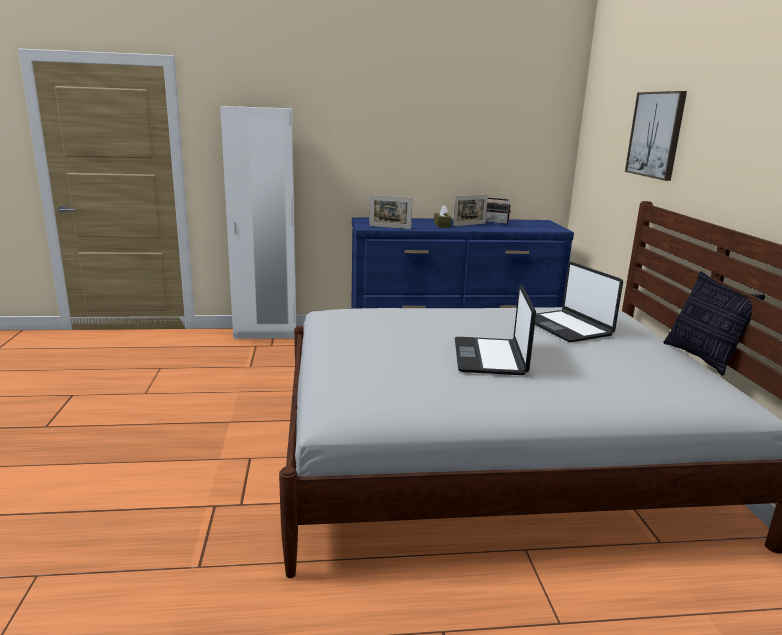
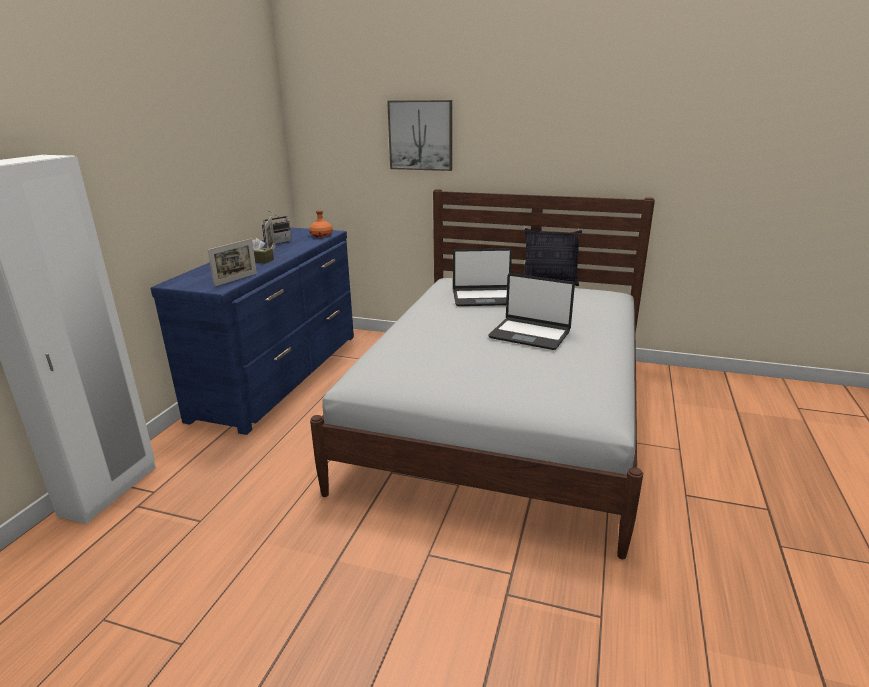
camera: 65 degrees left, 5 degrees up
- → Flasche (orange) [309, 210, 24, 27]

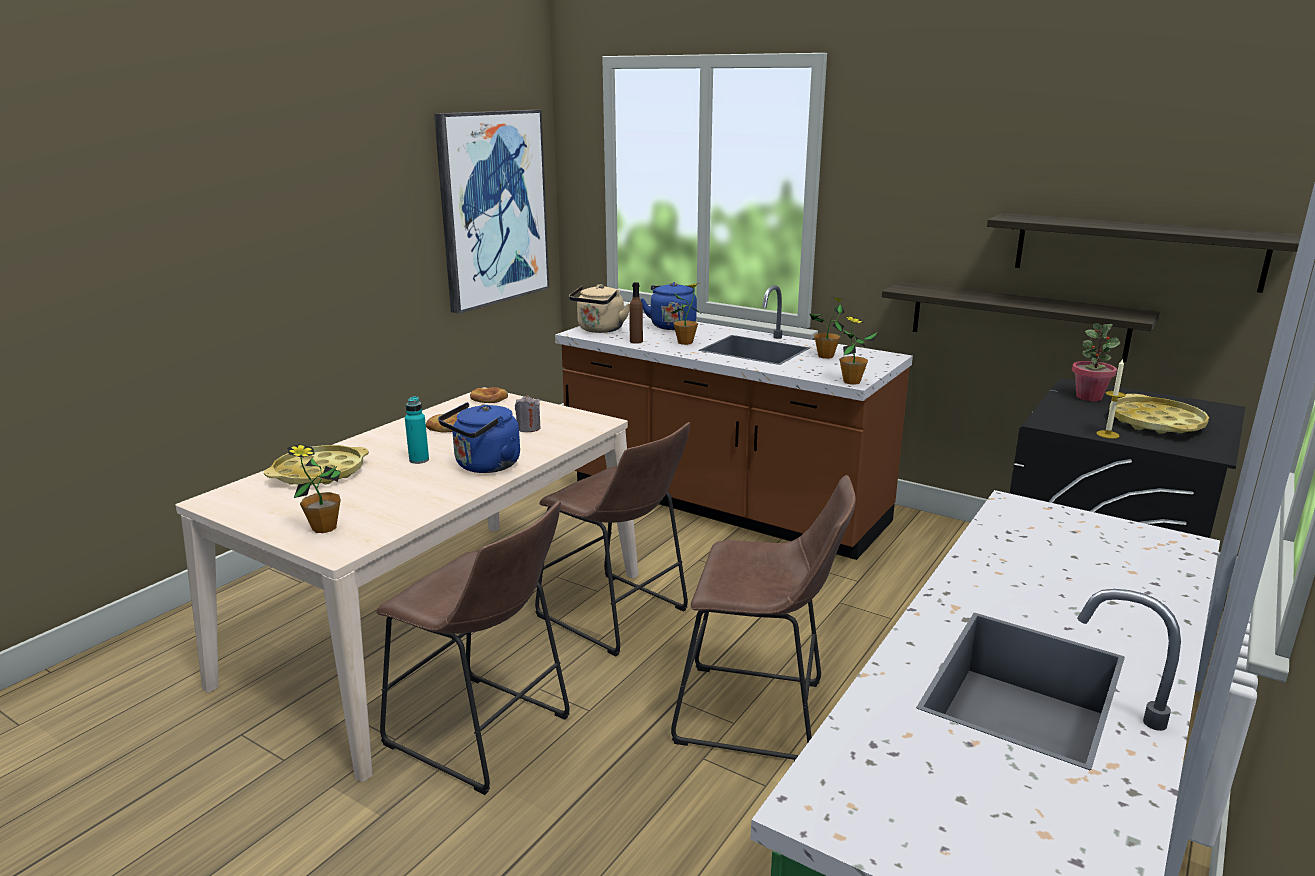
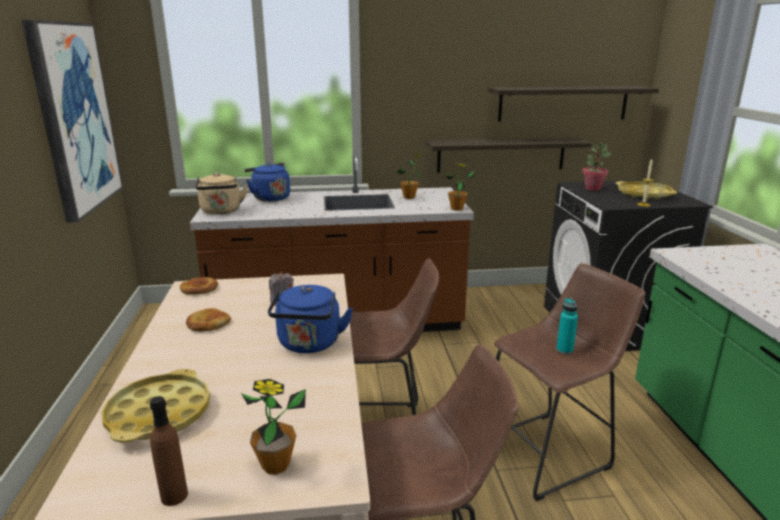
camera: 40 degrees left, 0 degrees up
Topfpflanze [671, 283, 30, 62] → -
Flasche (türkis) [405, 396, 24, 68] → Flasche (türkis) [556, 298, 22, 56], relocated
Flasche (braun) [629, 282, 14, 62] → Flasche (braun) [150, 396, 38, 110], relocated

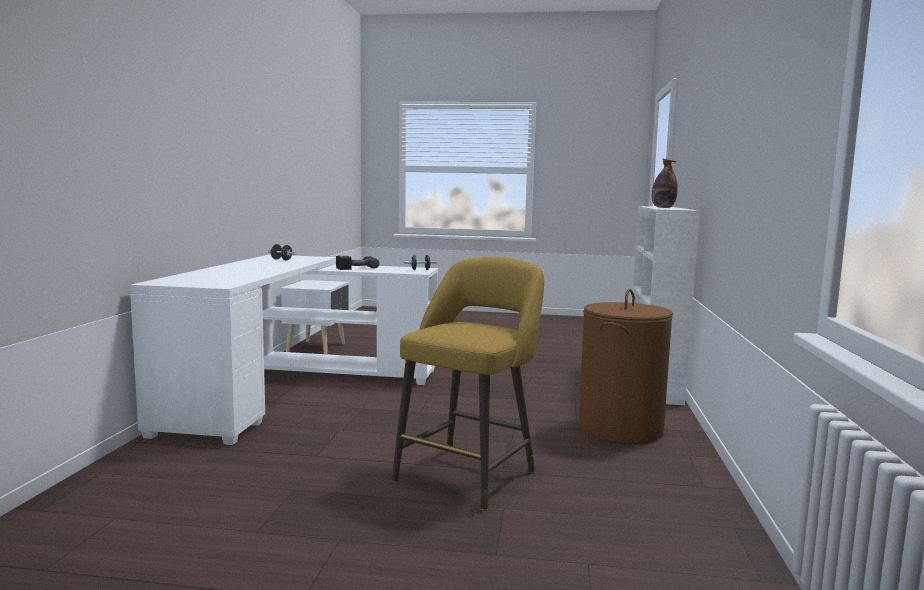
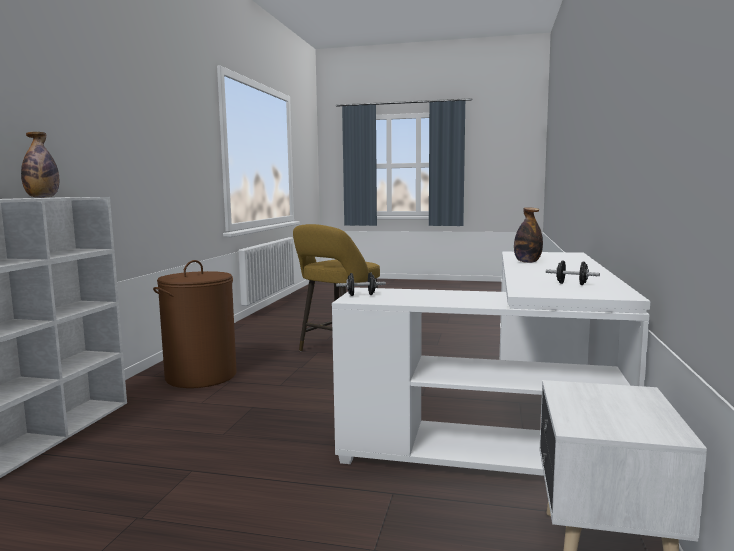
camera: 175 degrees left, 0 degrees up
Bohrmaschine [336, 256, 44, 14] → -
- → Flasche [514, 207, 29, 56]

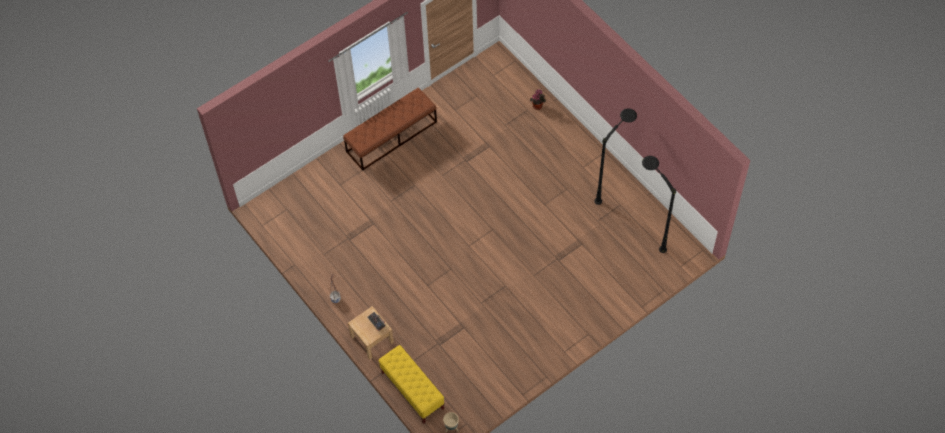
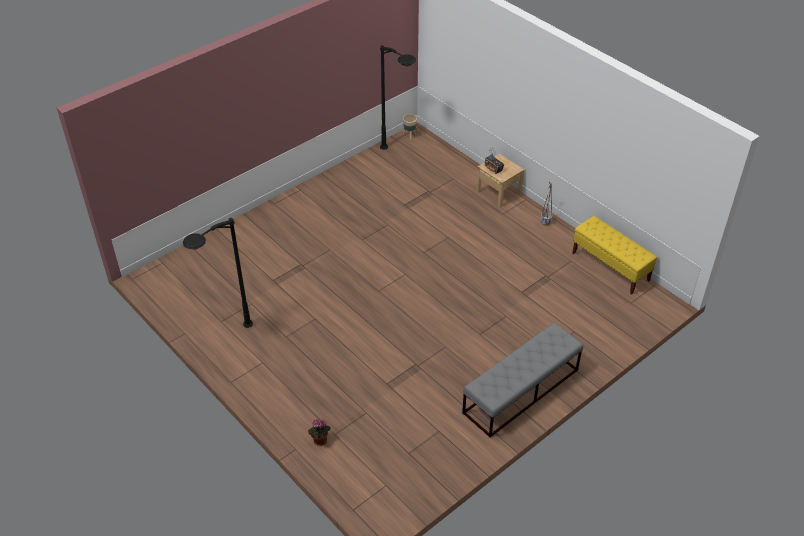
camera: 175 degrees right, 15 degrees down
Bank (gelb) [379, 345, 65, 79] → Bank (gelb) [572, 216, 85, 78], relocated
Stehlampe (schwarz) [642, 156, 34, 97] → Stehlampe (schwarz) [380, 45, 36, 105], relocated
Bank (braun) [343, 88, 94, 83] → Bank (grau) [462, 323, 121, 115]

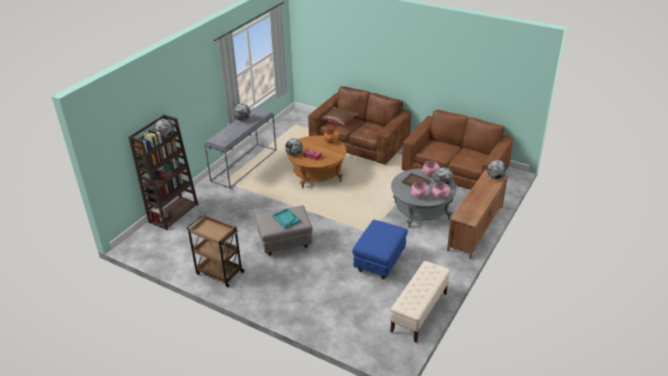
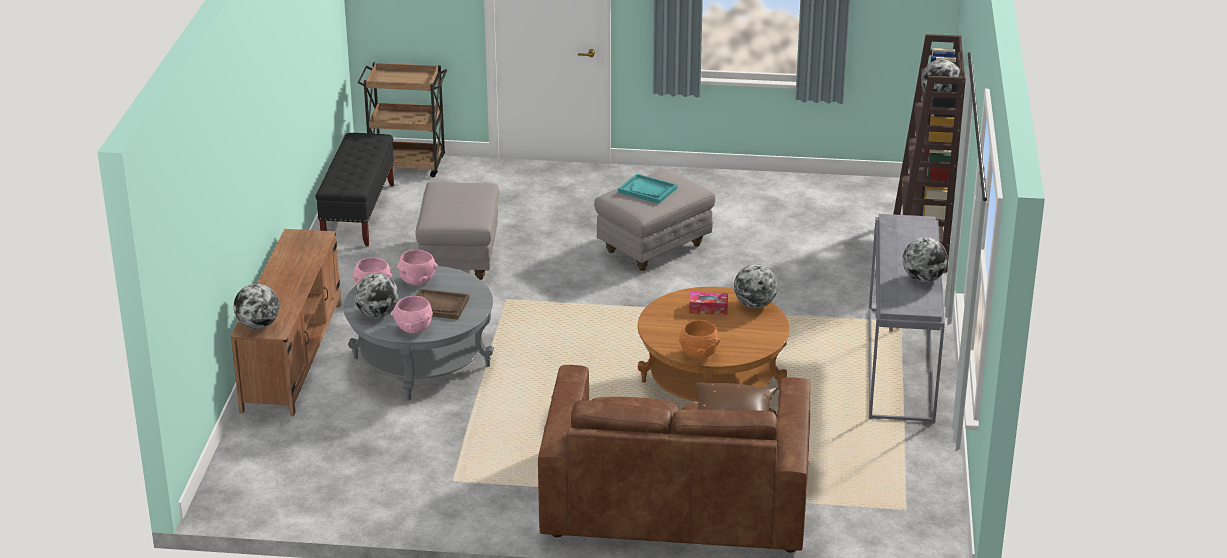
camera: 155 degrees right, 5 degrees down
Sofa (braun) [402, 109, 111, 81] → -
Rollwagen (braun) [186, 215, 59, 72] → Rollwagen (braun) [358, 62, 89, 115], relocated
Polsterhocker (blau) [352, 220, 56, 59] → Polsterhocker (grau) [416, 182, 83, 98]
Bank (beige) [390, 261, 60, 82] → Bank (schwarz) [315, 133, 79, 113]

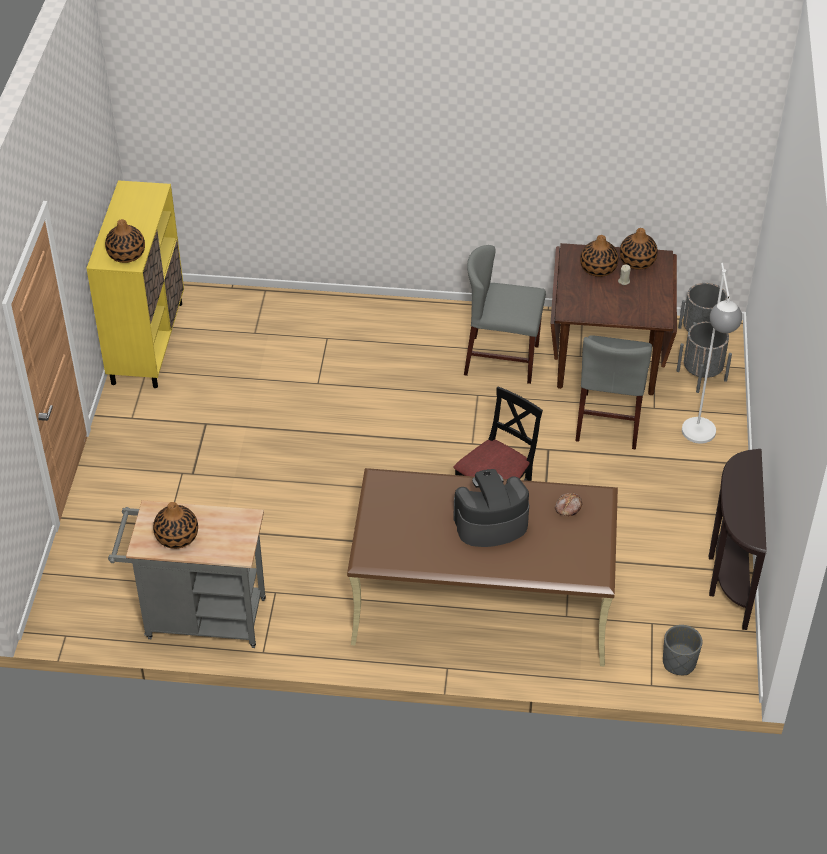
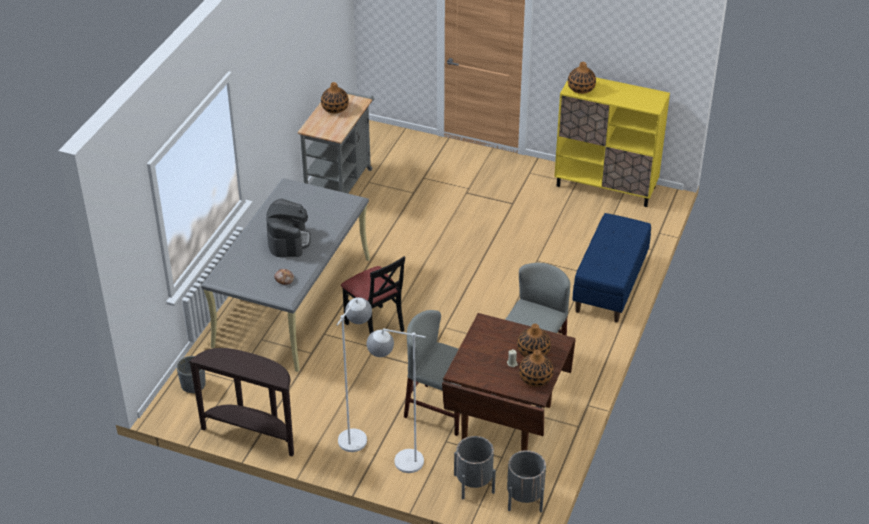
camera: 105 degrees right, 5 degrees down
- → Stehlampe (weiß) [337, 297, 35, 155]
- → Bank (blau) [572, 213, 79, 110]
Schreibtisch (braun) [347, 468, 271, 198] → Schreibtisch (grau) [201, 178, 169, 194]

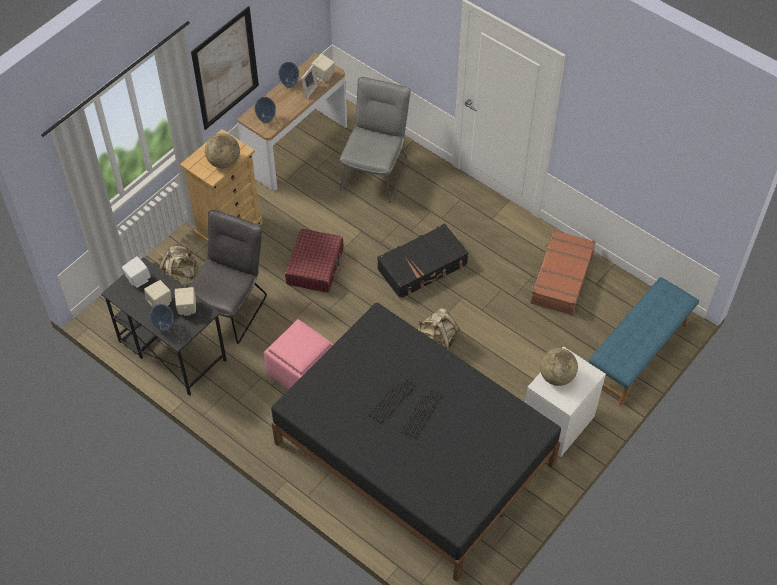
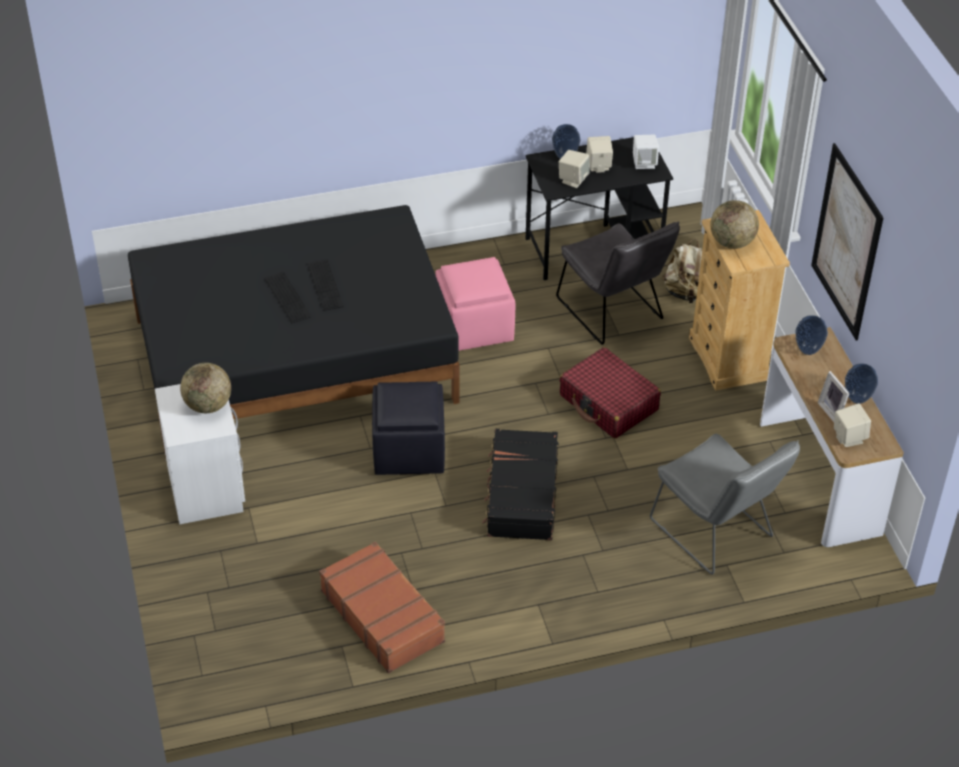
camera: 125 degrees right, 10 degrees down
Bank (blau) [588, 277, 111, 129] → -
Rucksack (beige) [417, 308, 43, 42] → Polsterhocker (schwarz) [372, 381, 73, 94]

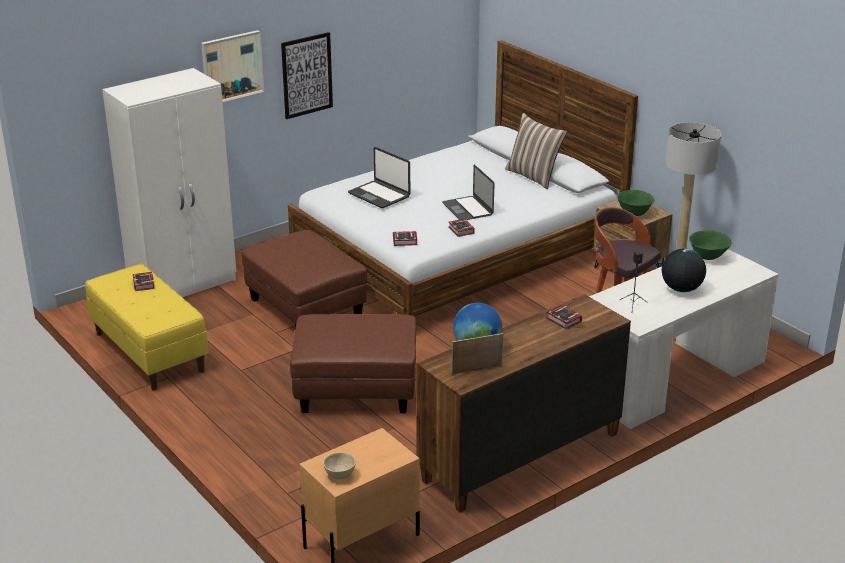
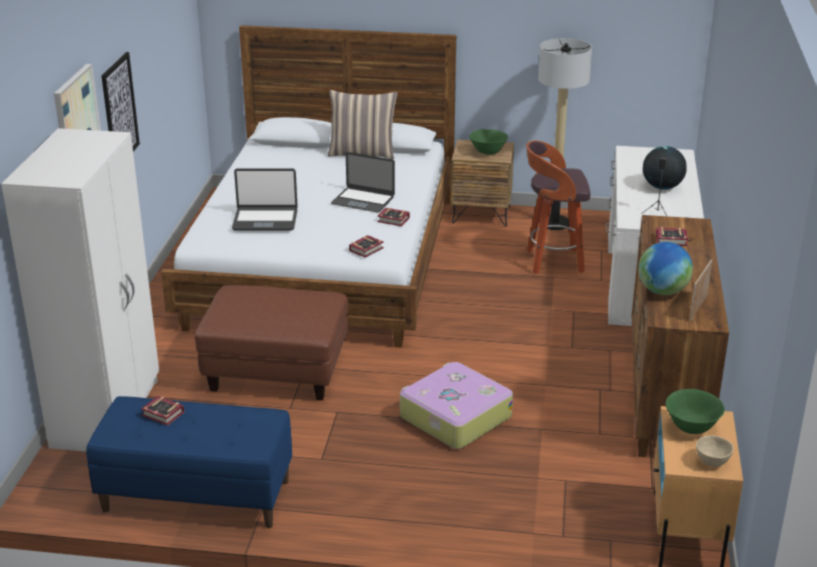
camera: 45 degrees left, 0 degrees up
Schüssel (grün) [689, 230, 42, 30] → Schüssel (grün) [666, 389, 59, 45], relocated
Polsterhocker (braun) [290, 314, 126, 99] → Koffer [400, 362, 113, 87]
Bank (gelb) [85, 264, 123, 126] → Bank (blau) [86, 396, 206, 132]

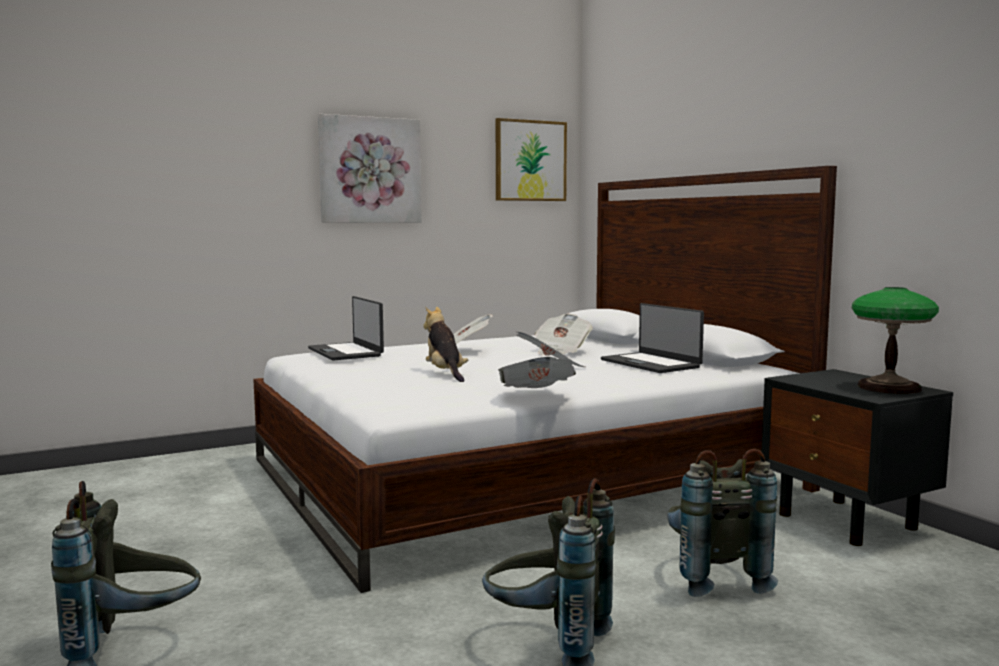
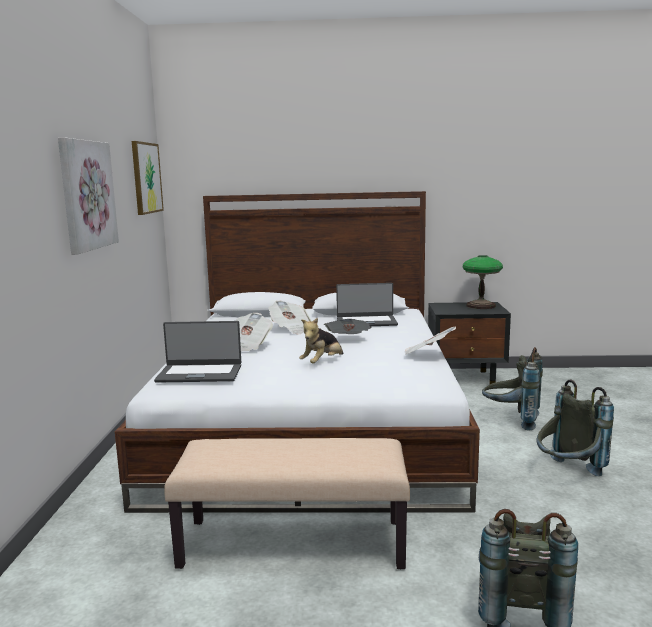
camera: 60 degrees left, 5 degrees up
- → Bank (beige) [164, 438, 246, 131]
Plüschtier [423, 307, 45, 75] → Plüschtier [299, 318, 44, 45], 60 degrees counterclockwise

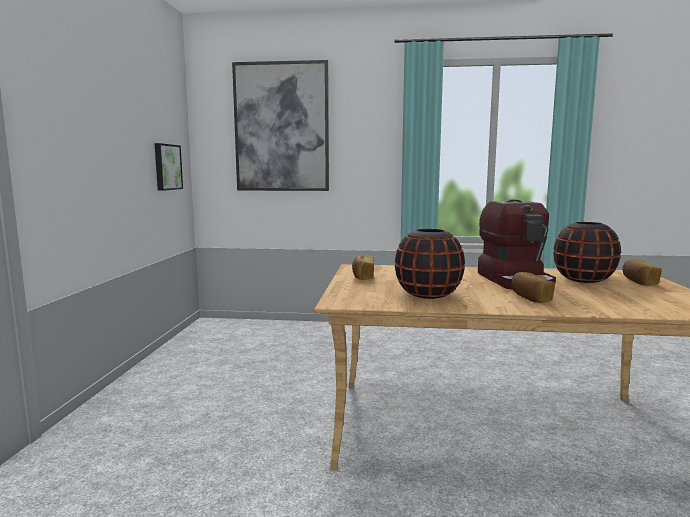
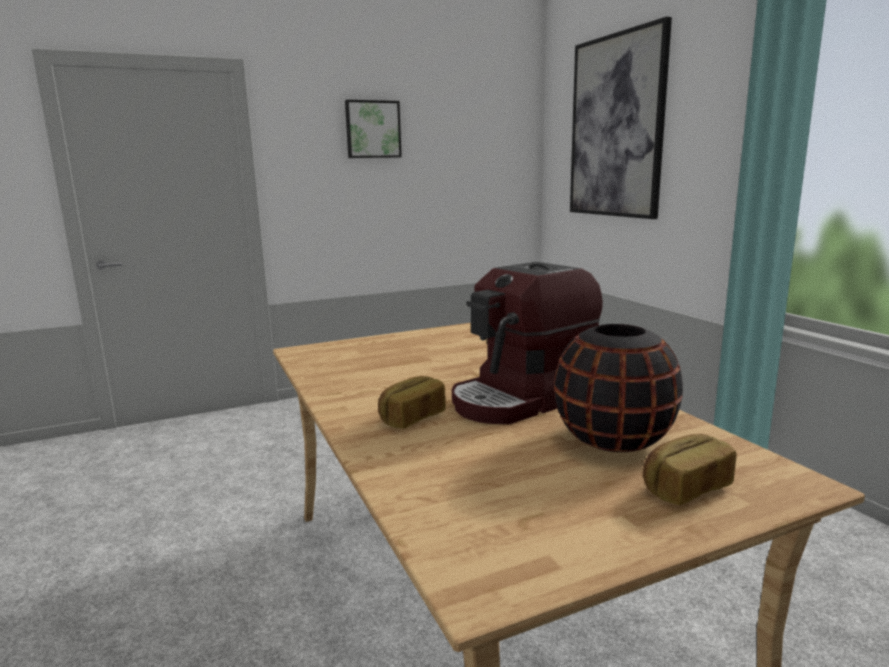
camera: 60 degrees right, 5 degrees up
Brot [352, 255, 22, 25] → -
Vase (schwarz) [395, 229, 70, 70] → -
Bild [155, 143, 28, 48] → Bild [345, 100, 57, 58], relocated

